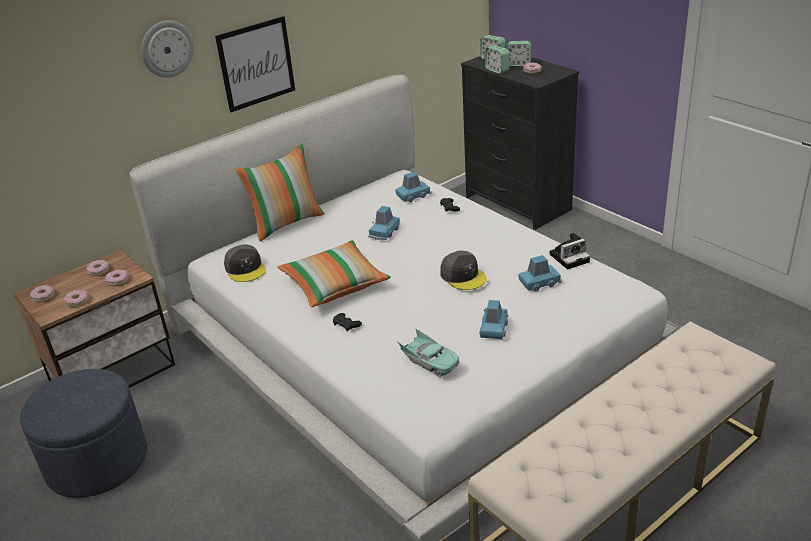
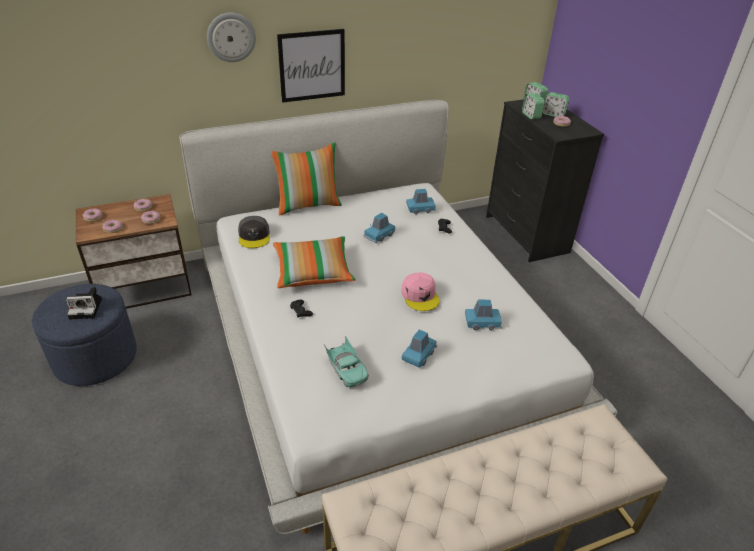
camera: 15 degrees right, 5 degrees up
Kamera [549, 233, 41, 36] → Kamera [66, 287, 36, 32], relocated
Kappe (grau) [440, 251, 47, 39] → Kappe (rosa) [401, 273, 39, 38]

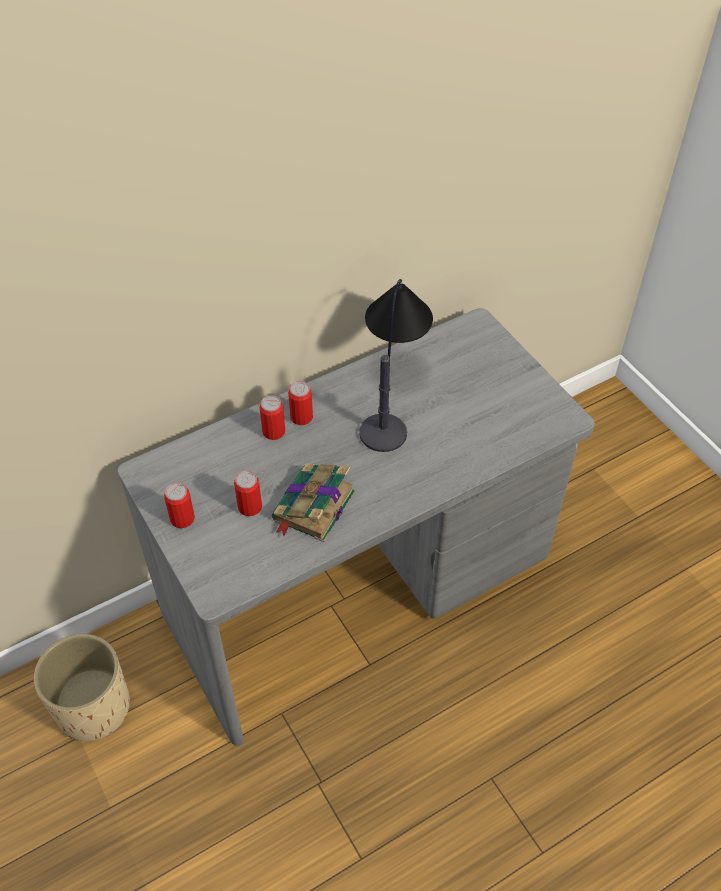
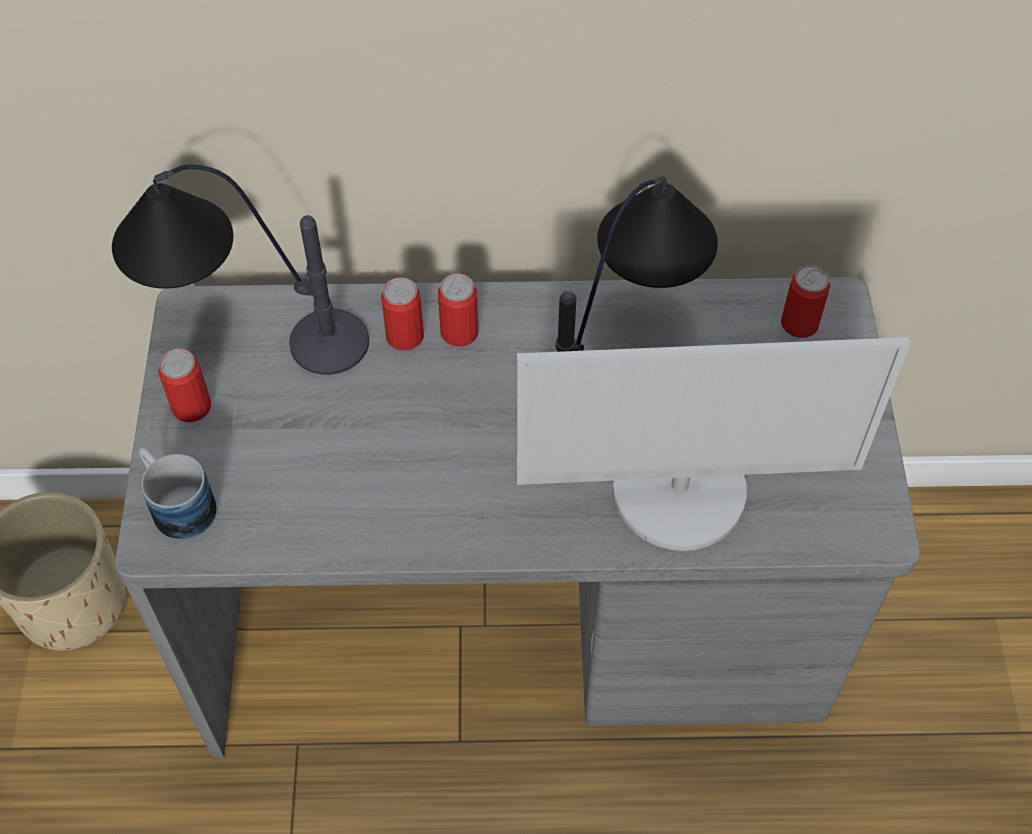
camera: 30 degrees right, 5 degrees up
Buch [272, 463, 83, 79] → -
- → Tischlampe [112, 164, 257, 211]
- → Henkelbecher [138, 447, 79, 93]
- → Monitor [517, 337, 393, 214]
Dose [234, 471, 28, 45] → Dose [781, 265, 49, 73], relocated

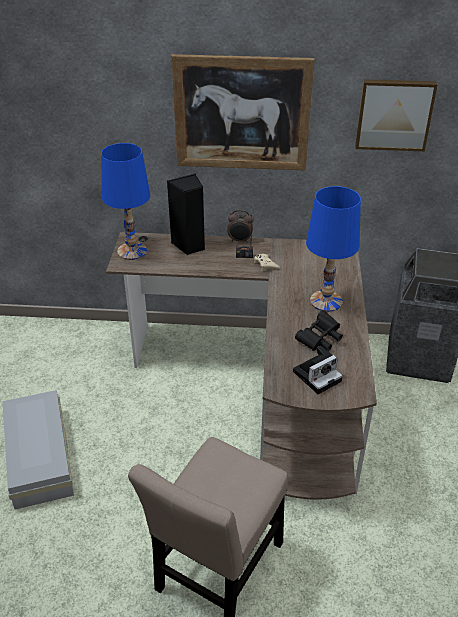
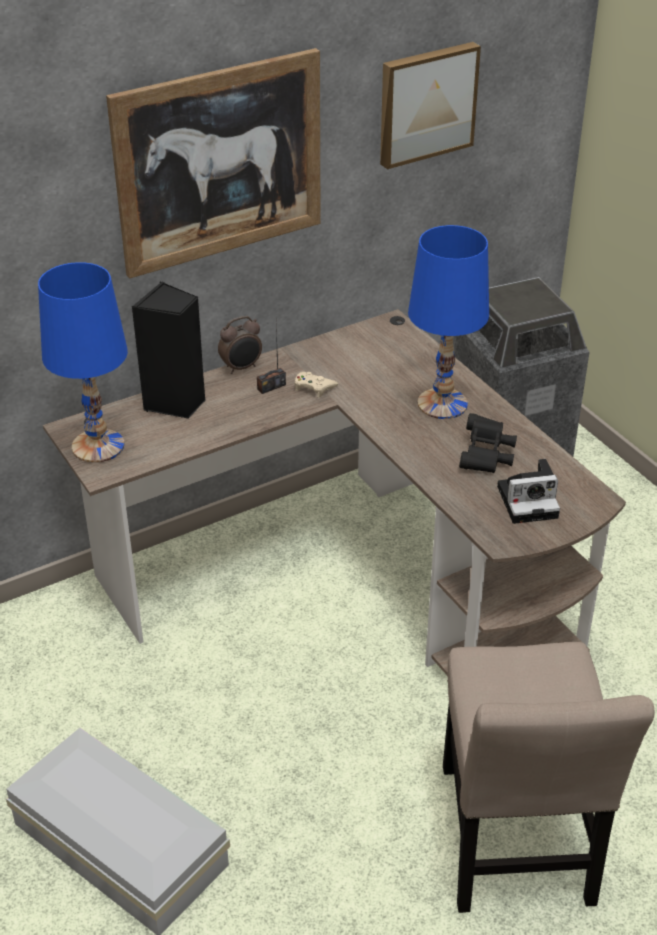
camera: 35 degrees left, 0 degrees up
Kamera [293, 346, 50, 48] → Kamera [497, 459, 63, 65], 60 degrees clockwise

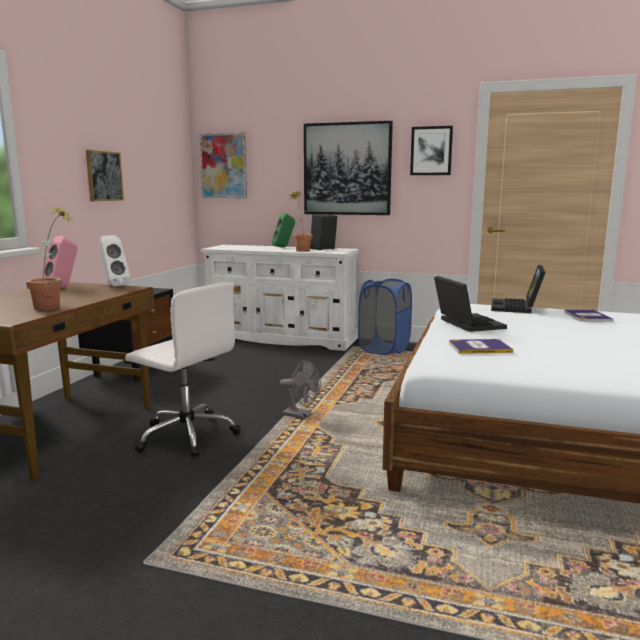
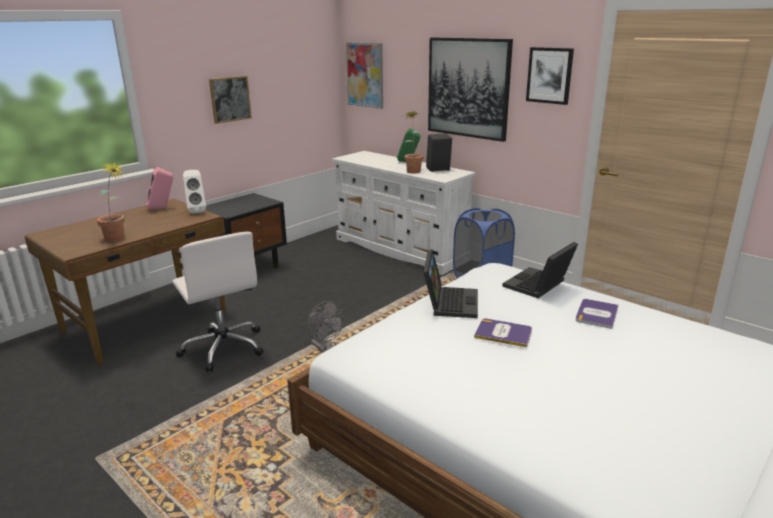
camera: 25 degrees right, 10 degrees up
Buch [449, 339, 64, 15] → Buch [474, 319, 58, 28], relocated

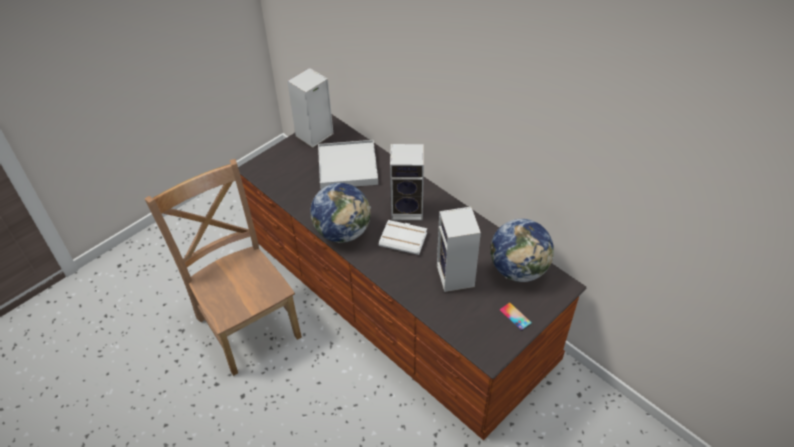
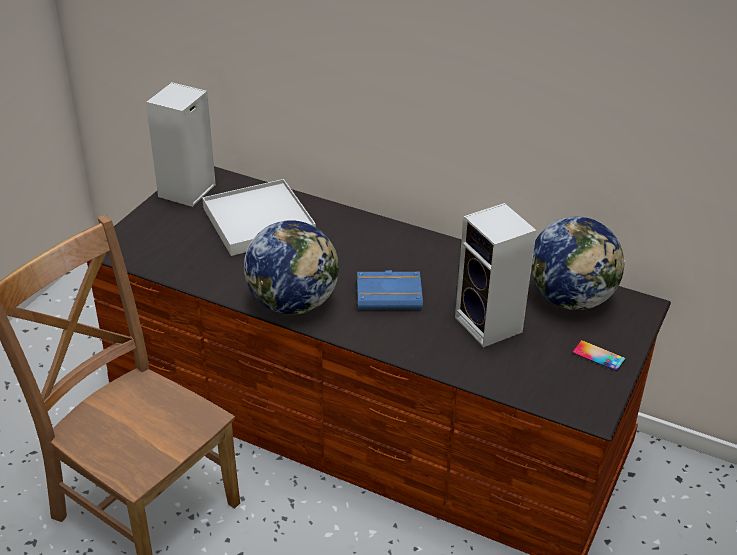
camera: 20 degrees left, 10 degrees down
Lautsprecher [390, 144, 34, 76] → -
Buch (weiß) [379, 220, 48, 35] → Buch (blau) [357, 270, 66, 39]

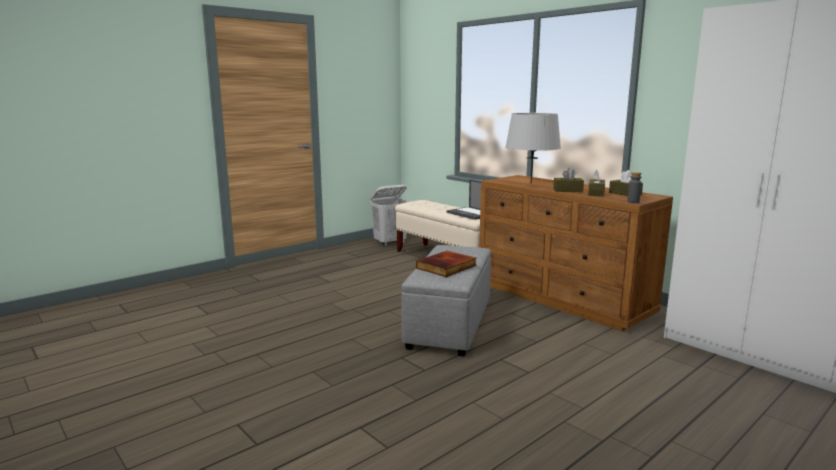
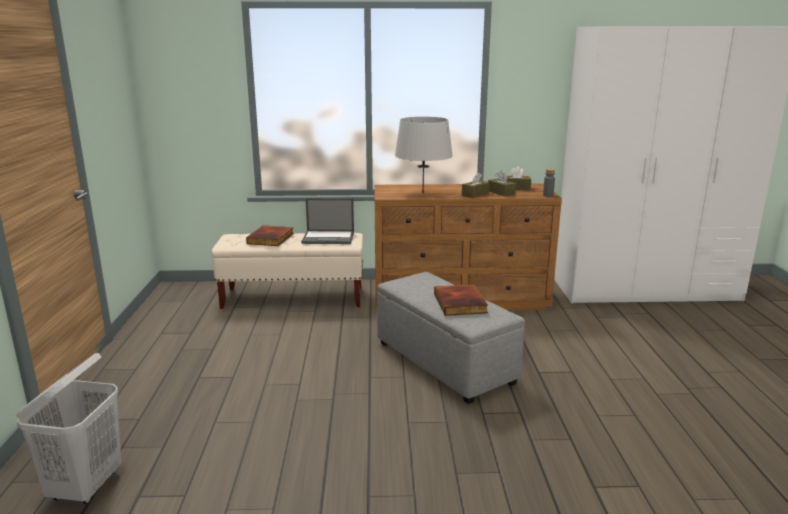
camera: 50 degrees left, 5 degrees up
- → Buch [246, 225, 48, 21]
Wäschekorb (weiß) [370, 184, 39, 62] → Wäschekorb (weiß) [16, 353, 106, 151], relocated

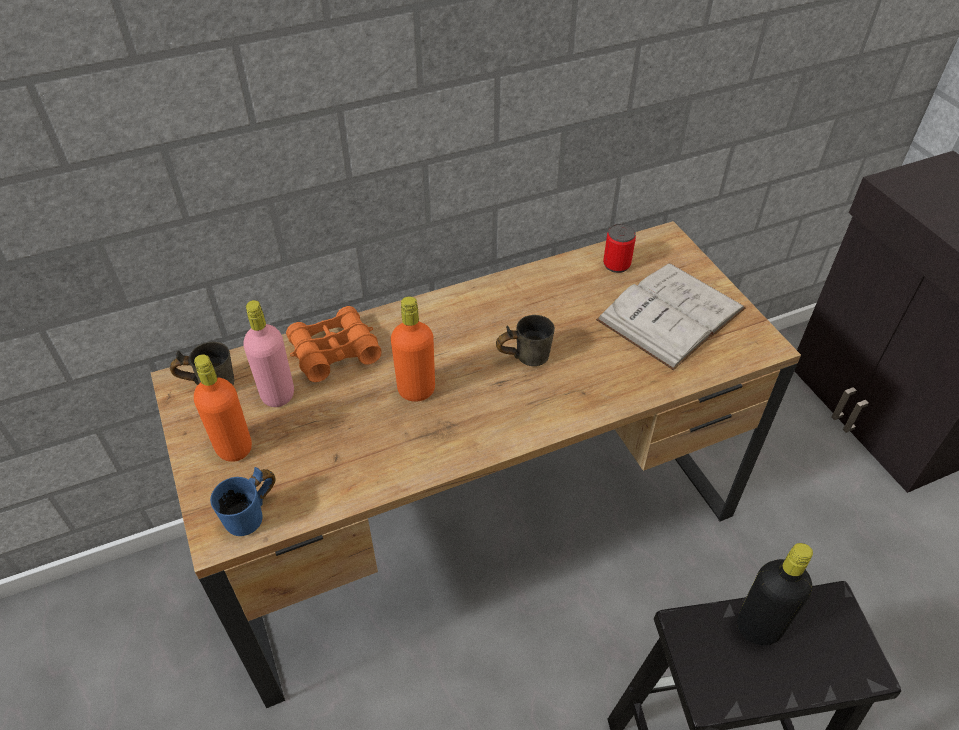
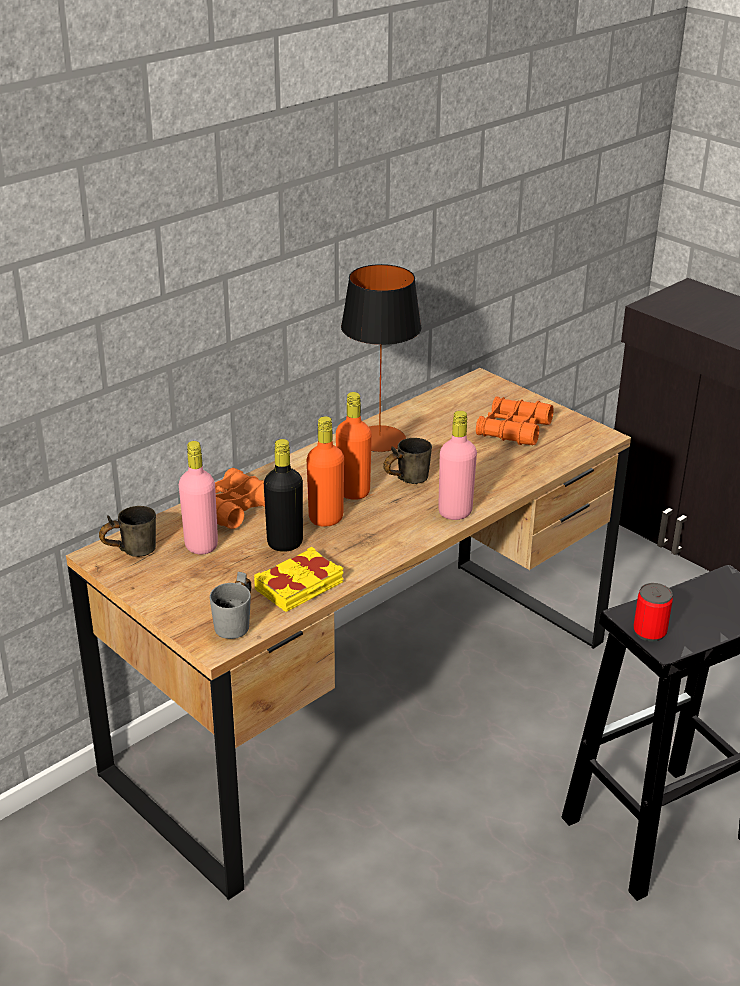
camera: 20 degrees left, 15 degrees down
- → Buch (gelb) [254, 547, 89, 65]
- → Tischlampe [341, 264, 81, 188]
- → Flasche (rosa) [438, 411, 39, 109]
Flasche (orange) [194, 354, 58, 108] → Flasche (orange) [336, 392, 36, 108], relocated
Dose [603, 224, 33, 49] → Dose [633, 583, 40, 59], relocated
Flasche (schwarz) [737, 543, 76, 102] → Flasche (schwarz) [264, 439, 39, 113], relocated
Buch (weiß) [596, 263, 149, 107] → Fernglas (orange) [476, 396, 78, 50]
Henkelbecher (blau) [210, 467, 66, 69] → Henkelbecher (grau) [210, 572, 41, 67]

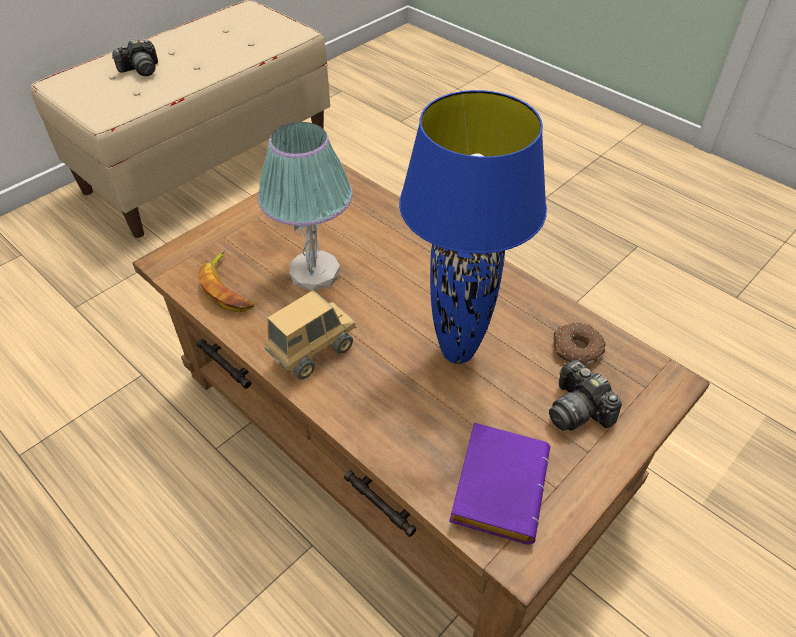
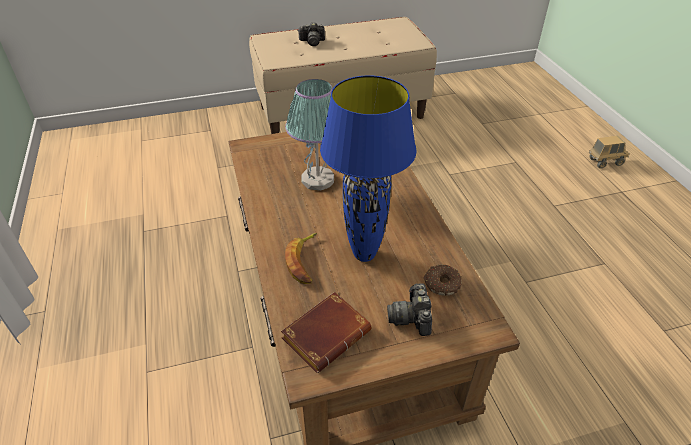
camera: 30 degrees right, 5 degrees down
Banane [198, 250, 56, 62] → Banane [285, 233, 32, 51], relocated
Spielzeuglaster [264, 290, 92, 89] → Spielzeuglaster [589, 136, 40, 33], relocated
Buch (lila) [449, 423, 101, 122] → Buch (braun) [281, 292, 90, 81]

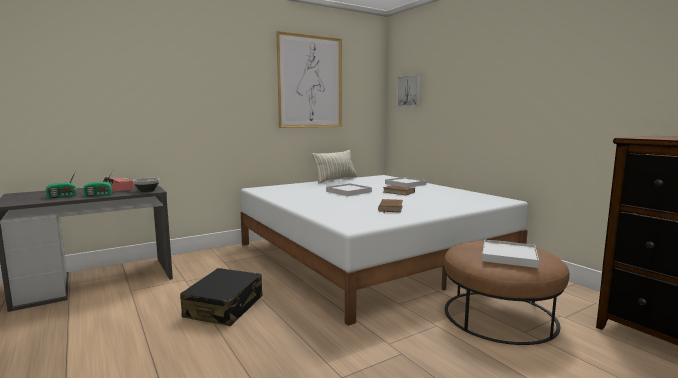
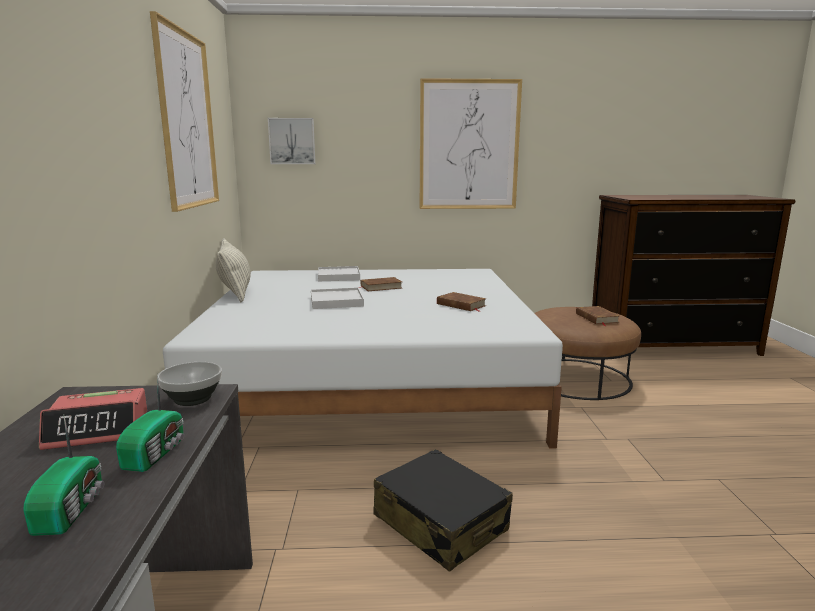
camera: 60 degrees left, 5 degrees up
- → Bild [420, 78, 102, 131]
Tablett (weiß) [482, 240, 57, 28] → Buch (braun) [576, 306, 43, 20]

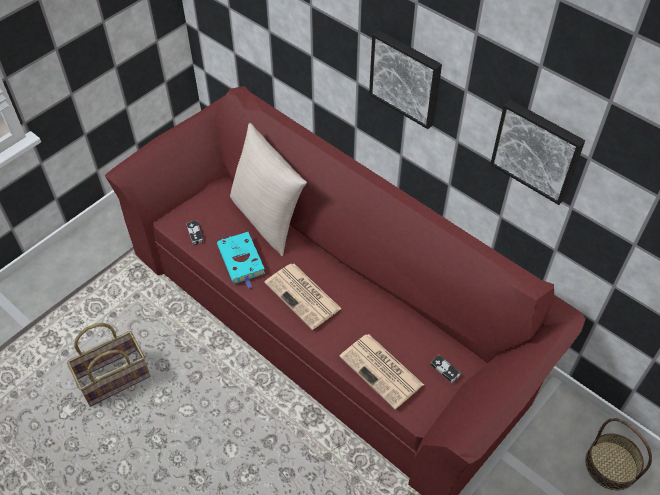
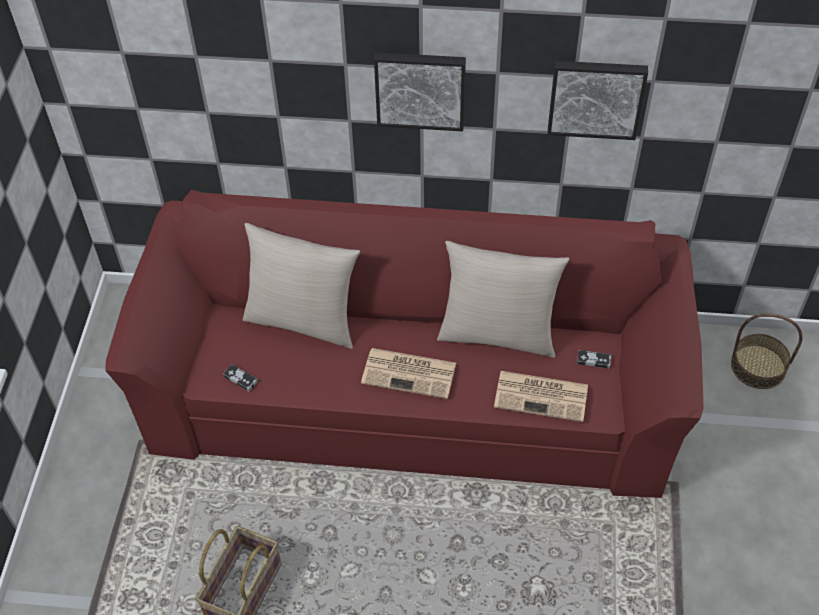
camera: 35 degrees left, 0 degrees up
Buch (türkis) [217, 232, 48, 57] → -
- → Kissen (beige) [437, 241, 132, 117]

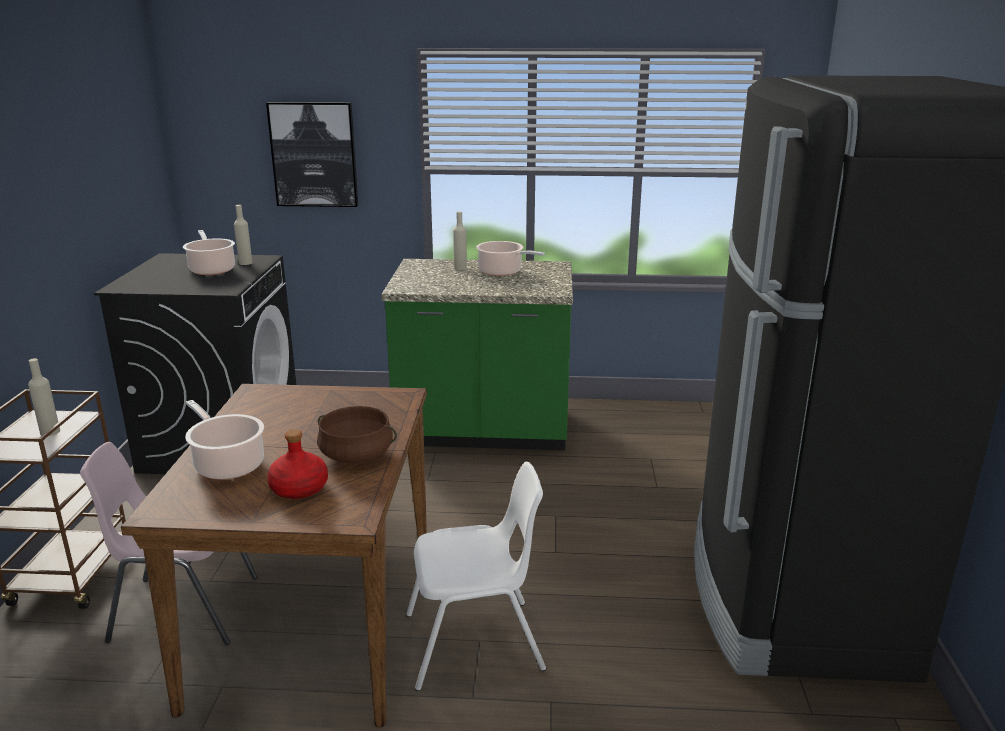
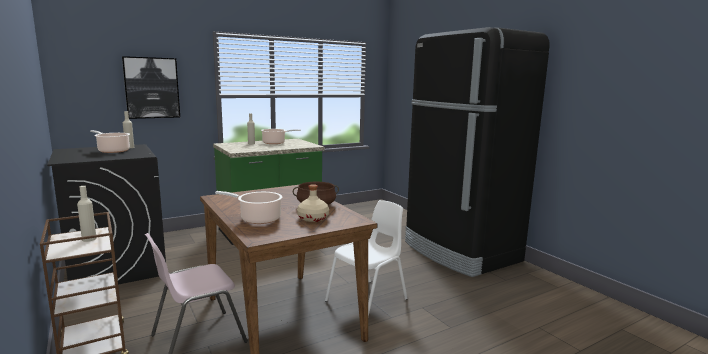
camera: 35 degrees left, 10 degrees down
Flasche (rot) [267, 429, 61, 70] → Flasche (beige) [297, 184, 32, 38]

